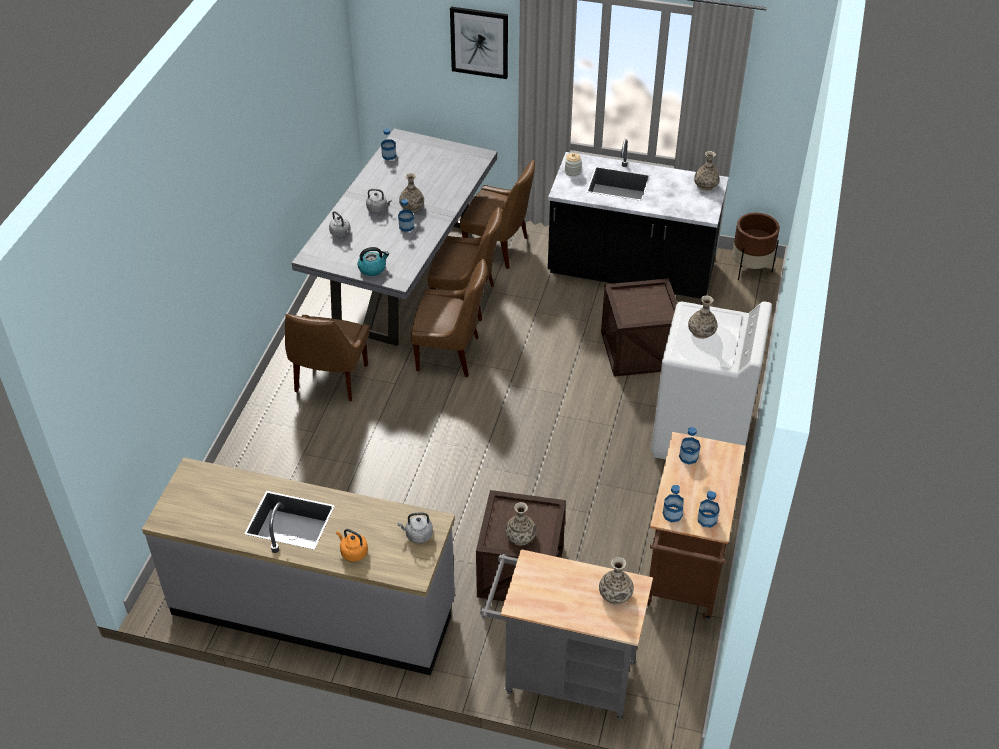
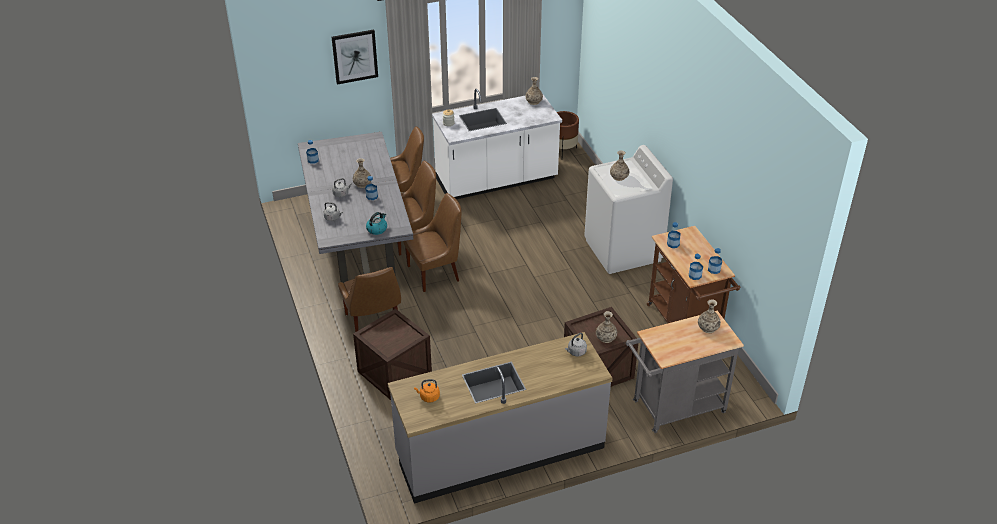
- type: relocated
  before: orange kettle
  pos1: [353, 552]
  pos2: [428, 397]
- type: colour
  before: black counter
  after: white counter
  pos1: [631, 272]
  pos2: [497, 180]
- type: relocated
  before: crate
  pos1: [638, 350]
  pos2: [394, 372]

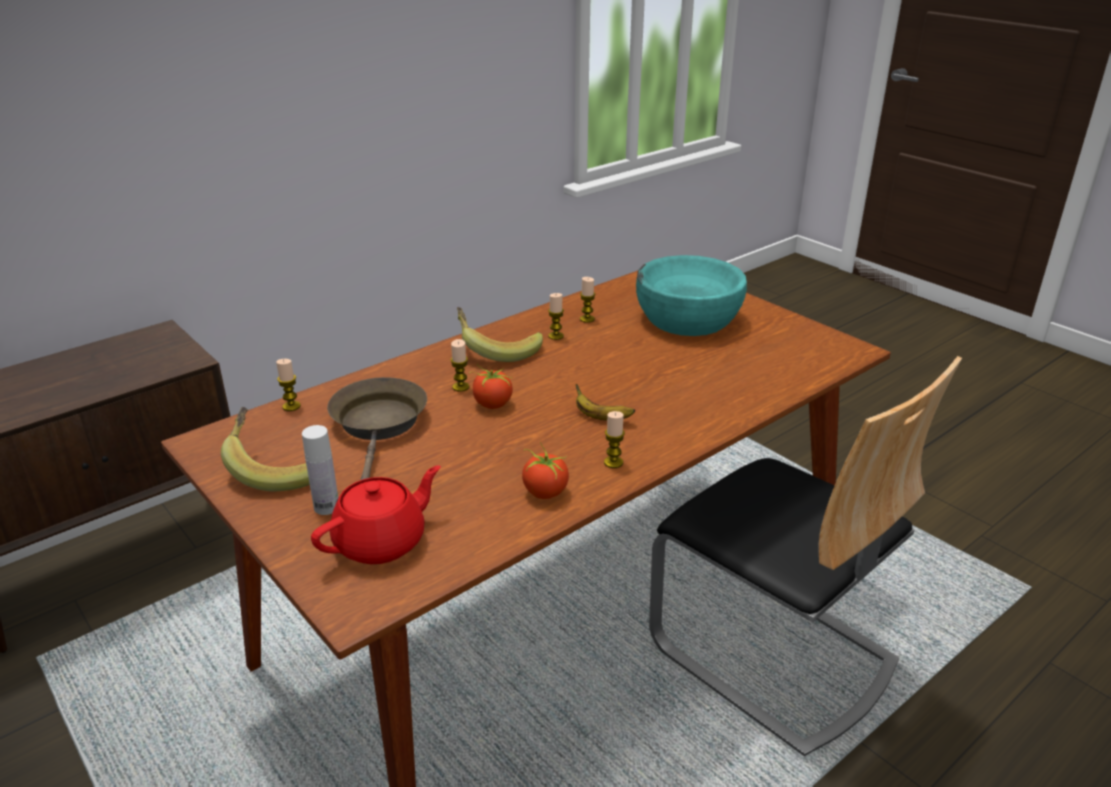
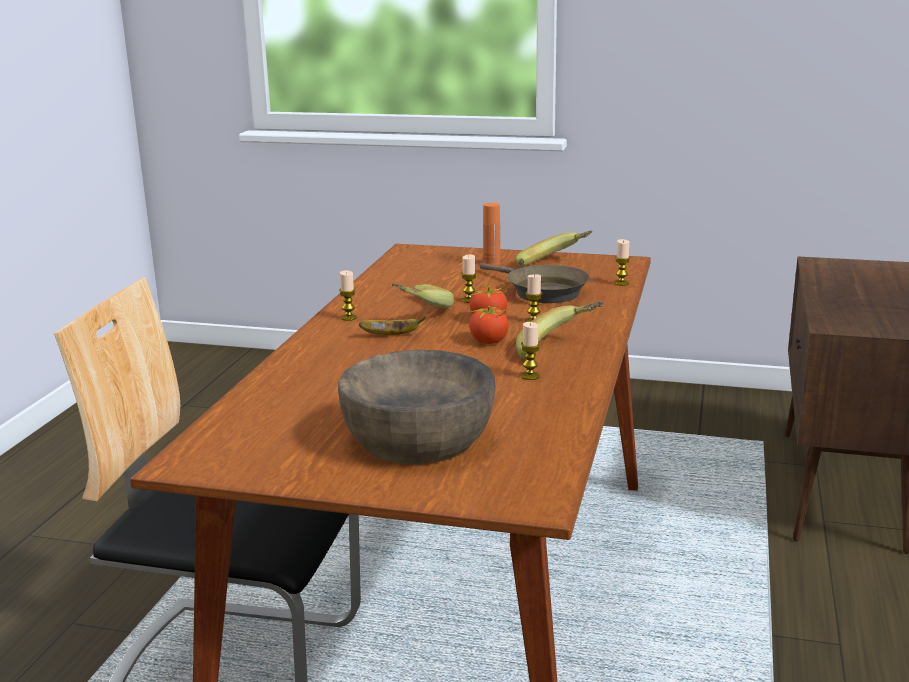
- type: colour
  before: white bottle
  after: orange bottle
  pos1: [326, 507]
  pos2: [491, 263]
- type: missing
  before: red teapot
  pos1: [382, 542]
- type: relocated
  before: tomato
  pos1: [545, 492]
  pos2: [489, 341]
- type: relocated
  before: candle
  pos1: [587, 319]
  pos2: [469, 300]
- type: colour
  before: turquoise bowl
  after: brown bowl
  pos1: [687, 318]
  pos2: [418, 438]
- type: appeared
  after: banana
  pos2: [417, 311]

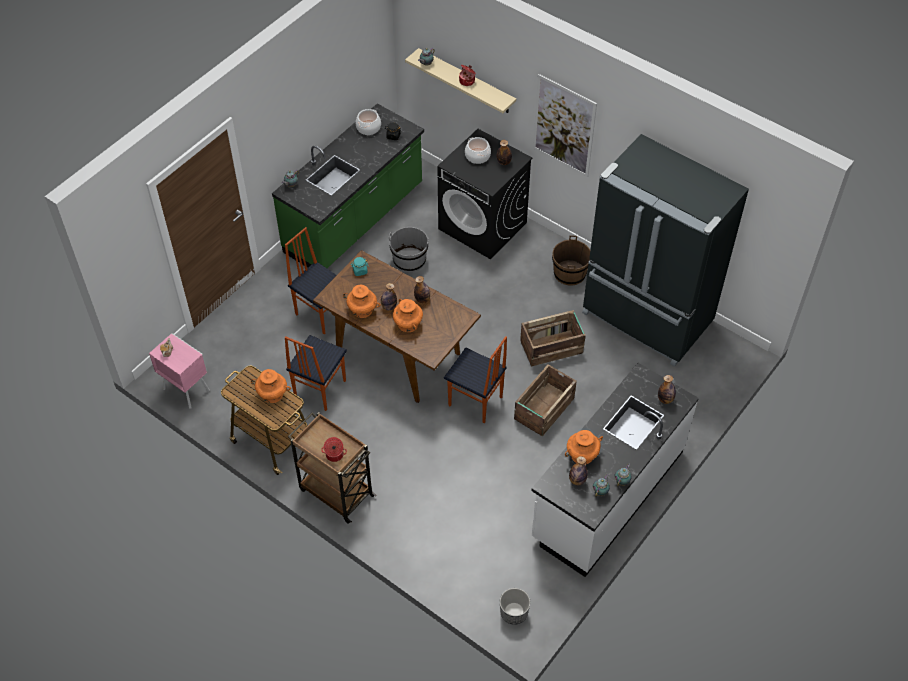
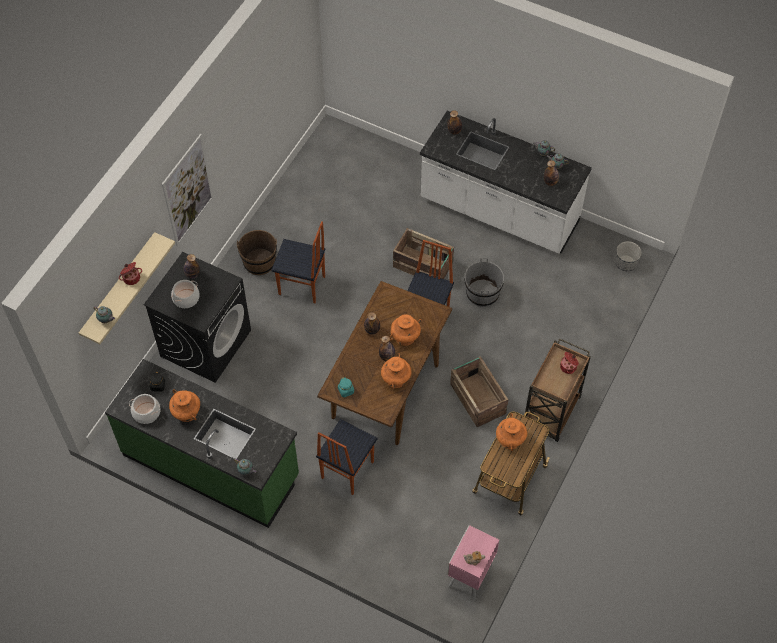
- type: relocated
  before: chair
  pos1: [319, 389]
  pos2: [302, 286]
- type: relocated
  before: grey bucket
  pos1: [409, 260]
  pos2: [482, 293]
- type: relocated
  before: crate
  pos1: [552, 347]
  pos2: [477, 398]
- type: relocated
  before: orange vase
  pos1: [582, 455]
  pos2: [186, 412]
- type: missing
  before: black fridge
  pos1: [646, 319]

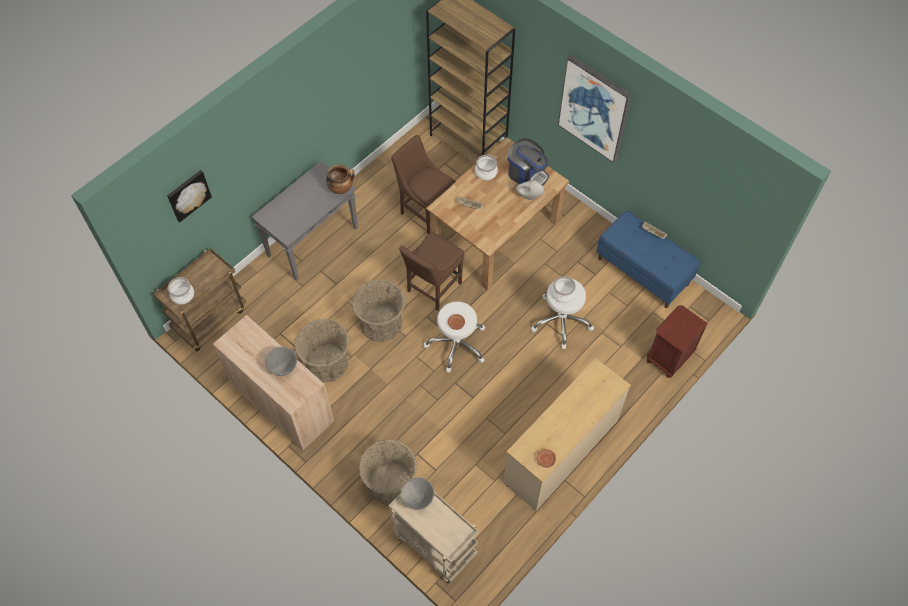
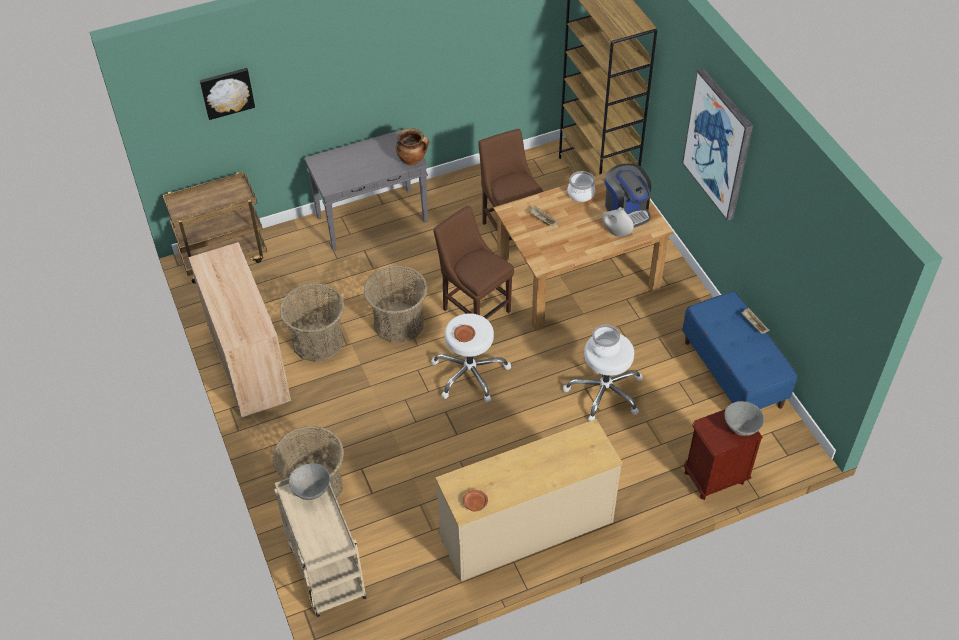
- type: missing
  before: cooking pot
  pos1: [183, 295]
- type: relocated
  before: grey bowl
  pos1: [283, 367]
  pos2: [741, 428]
- type: spun
  before: brown chair
  pos1: [432, 289]
  pos2: [474, 308]
  turn: 75

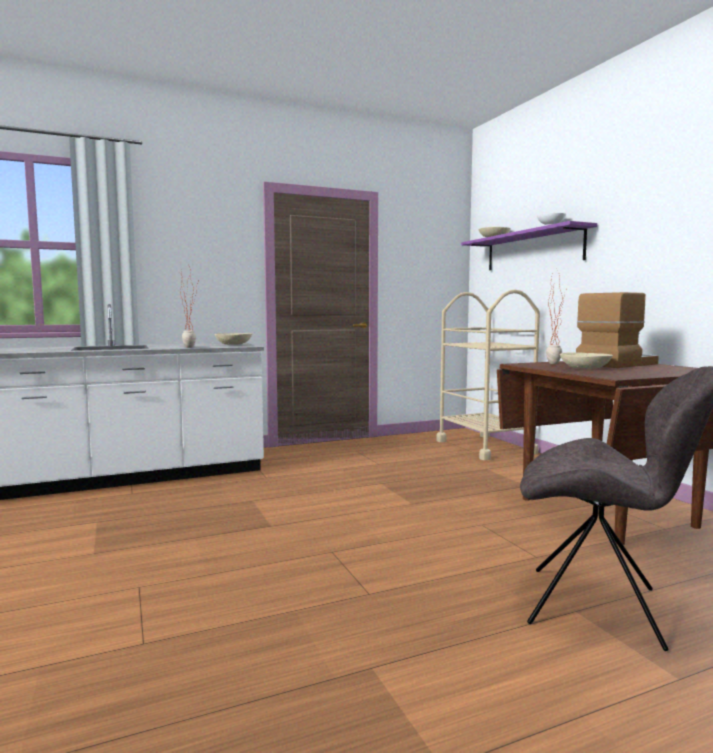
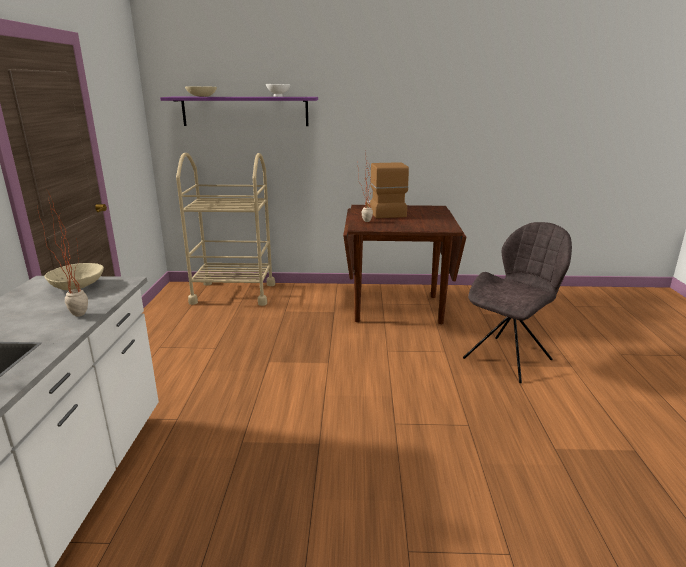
- type: missing
  before: beige bowl
  pos1: [586, 368]

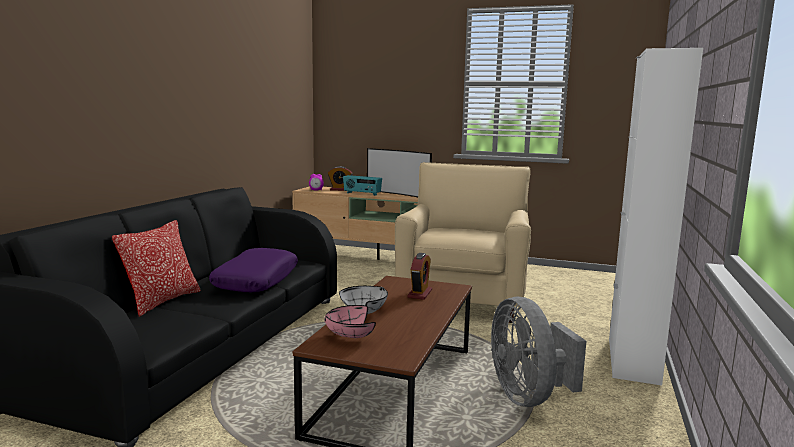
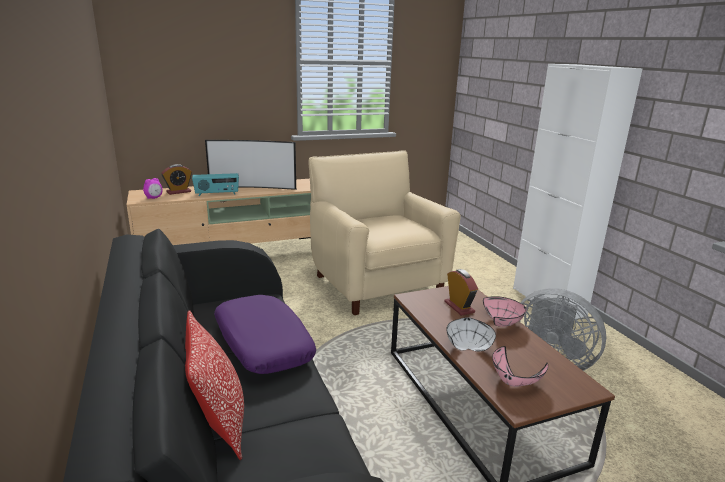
- type: appeared
  after: pink bowl
  pos2: [504, 323]

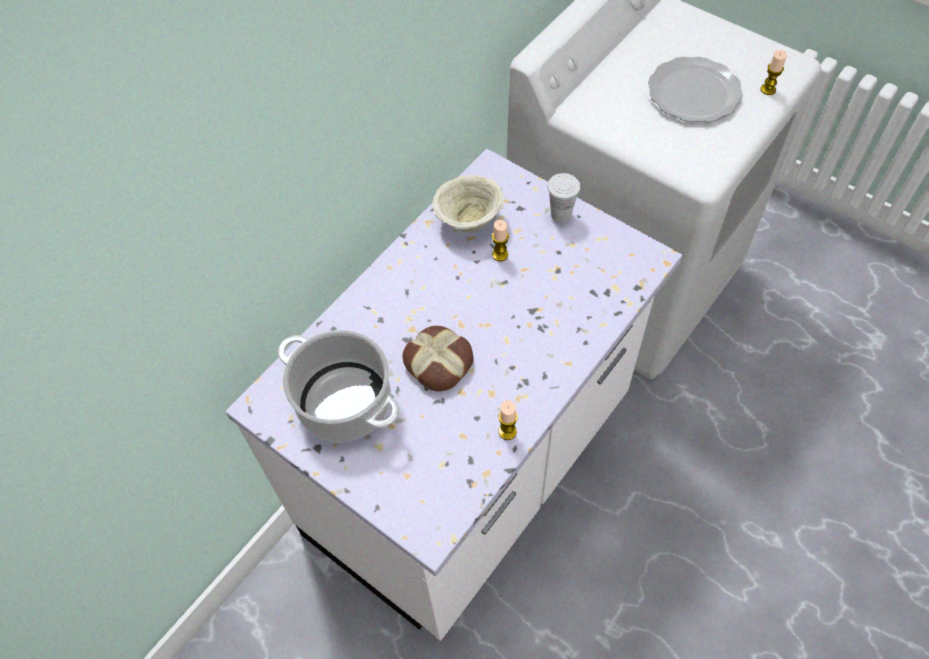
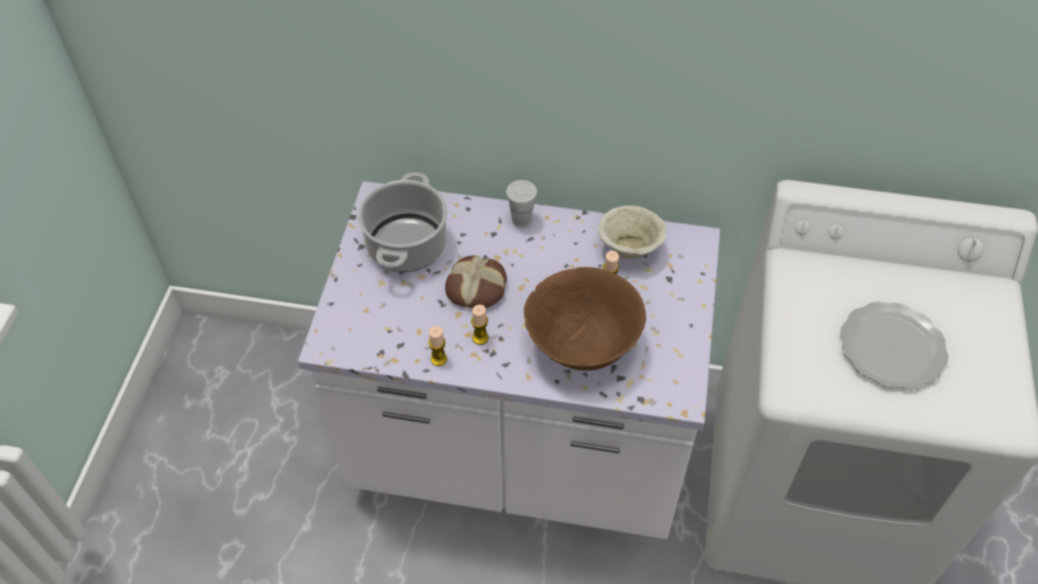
- type: relocated
  before: white cup
  pos1: [561, 215]
  pos2: [521, 219]
- type: relocated
  before: candle
  pos1: [768, 89]
  pos2: [480, 338]
- type: appeared
  after: brown bowl
  pos2: [582, 346]

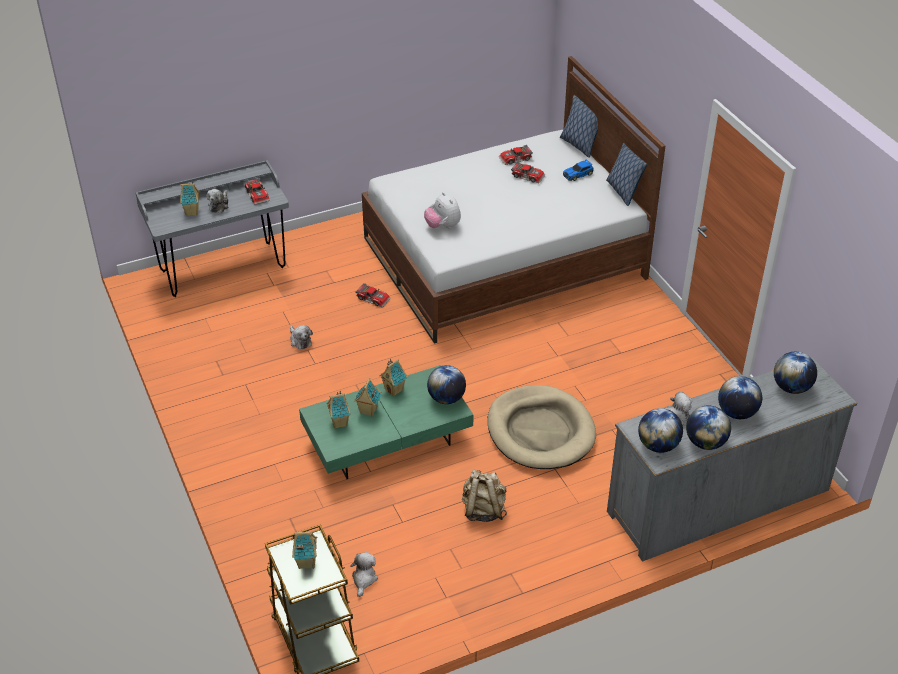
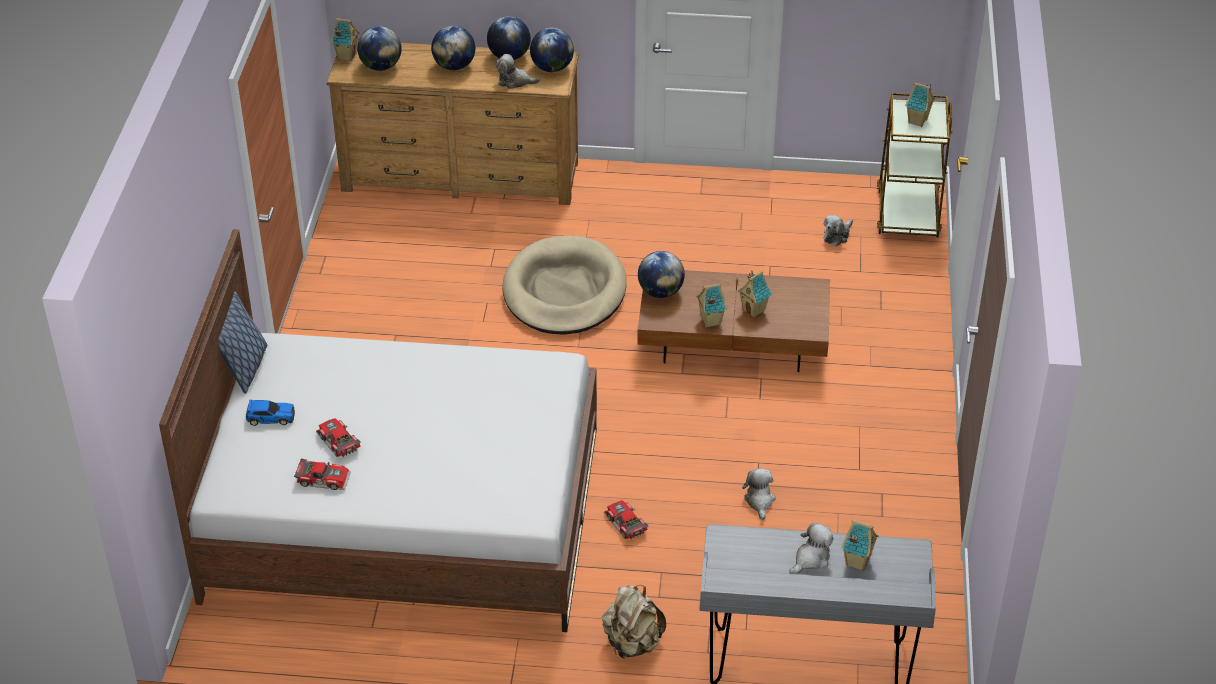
- type: missing
  before: toy car
  pos1: [258, 195]
- type: colour
  before: green coffee table
  after: brown coffee table
  pos1: [387, 440]
  pos2: [732, 343]
- type: relocated
  before: toy house
  pos1: [340, 423]
  pos2: [346, 56]
- type: missing
  before: plush toy
  pos1: [443, 226]
- type: relocated
  before: beige backpack
  pos1: [483, 510]
  pos2: [632, 643]
- type: missing
  before: pillow
  pos1: [579, 145]
- type: colour
  before: grey dresser
  after: brown dresser
  pos1: [718, 501]
  pos2: [460, 176]

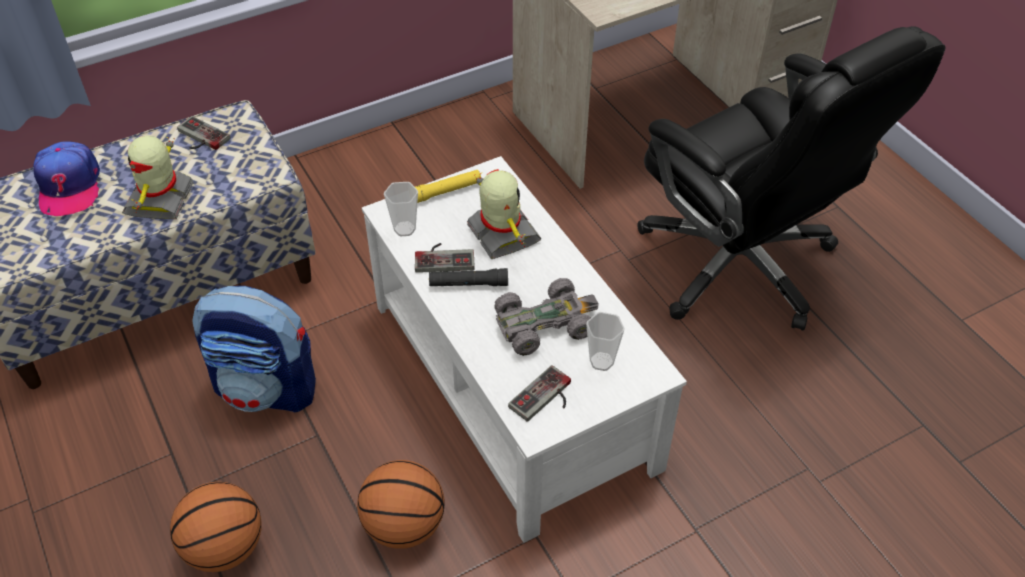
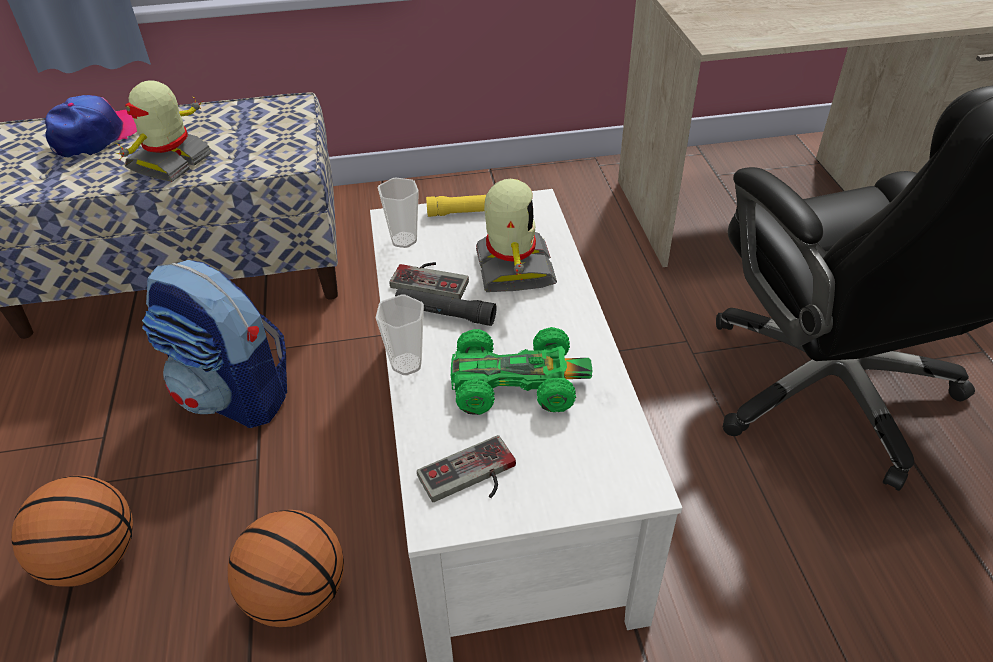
- type: spun
  before: cap
  pos1: [69, 186]
  pos2: [97, 135]
  turn: -150
- type: missing
  before: game controller
  pos1: [199, 138]
- type: colour
  before: grey toy car
  after: green toy car
  pos1: [545, 323]
  pos2: [517, 382]
- type: relocated
  before: cup
  pos1: [601, 361]
  pos2: [406, 364]

